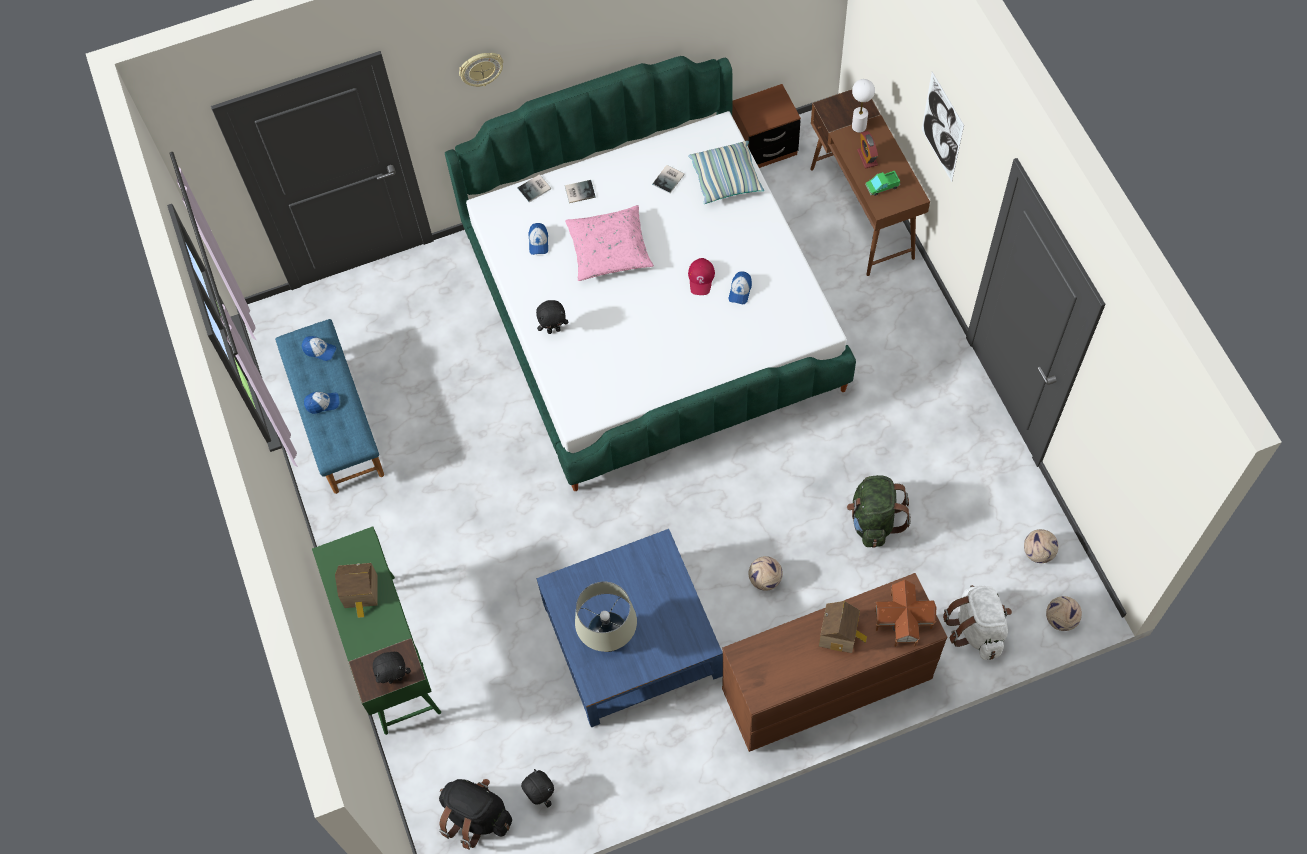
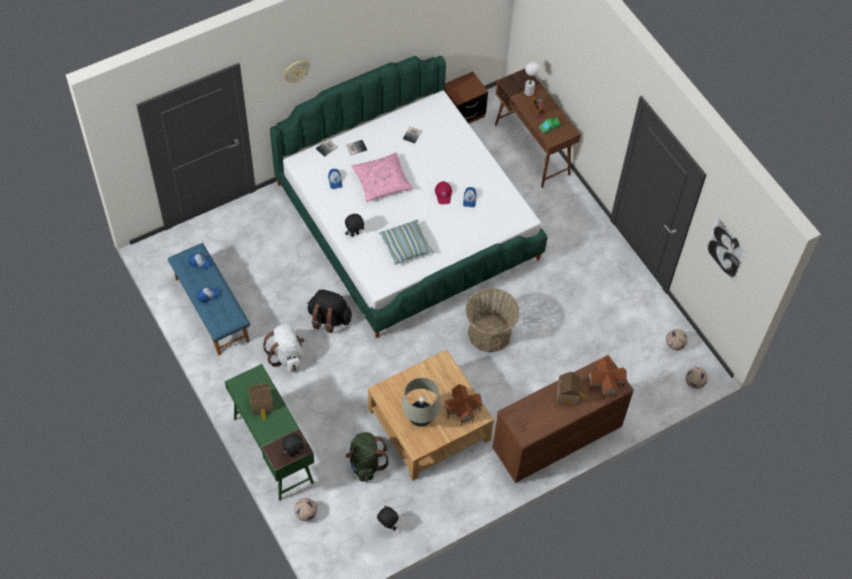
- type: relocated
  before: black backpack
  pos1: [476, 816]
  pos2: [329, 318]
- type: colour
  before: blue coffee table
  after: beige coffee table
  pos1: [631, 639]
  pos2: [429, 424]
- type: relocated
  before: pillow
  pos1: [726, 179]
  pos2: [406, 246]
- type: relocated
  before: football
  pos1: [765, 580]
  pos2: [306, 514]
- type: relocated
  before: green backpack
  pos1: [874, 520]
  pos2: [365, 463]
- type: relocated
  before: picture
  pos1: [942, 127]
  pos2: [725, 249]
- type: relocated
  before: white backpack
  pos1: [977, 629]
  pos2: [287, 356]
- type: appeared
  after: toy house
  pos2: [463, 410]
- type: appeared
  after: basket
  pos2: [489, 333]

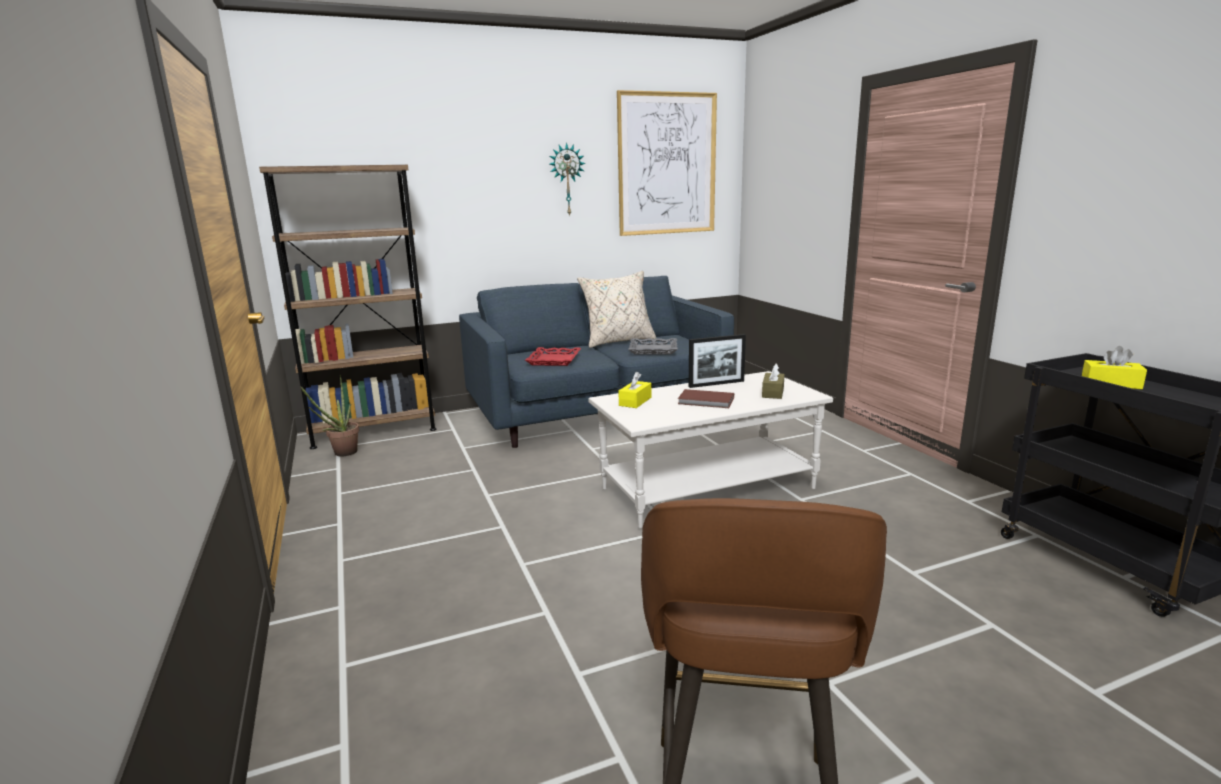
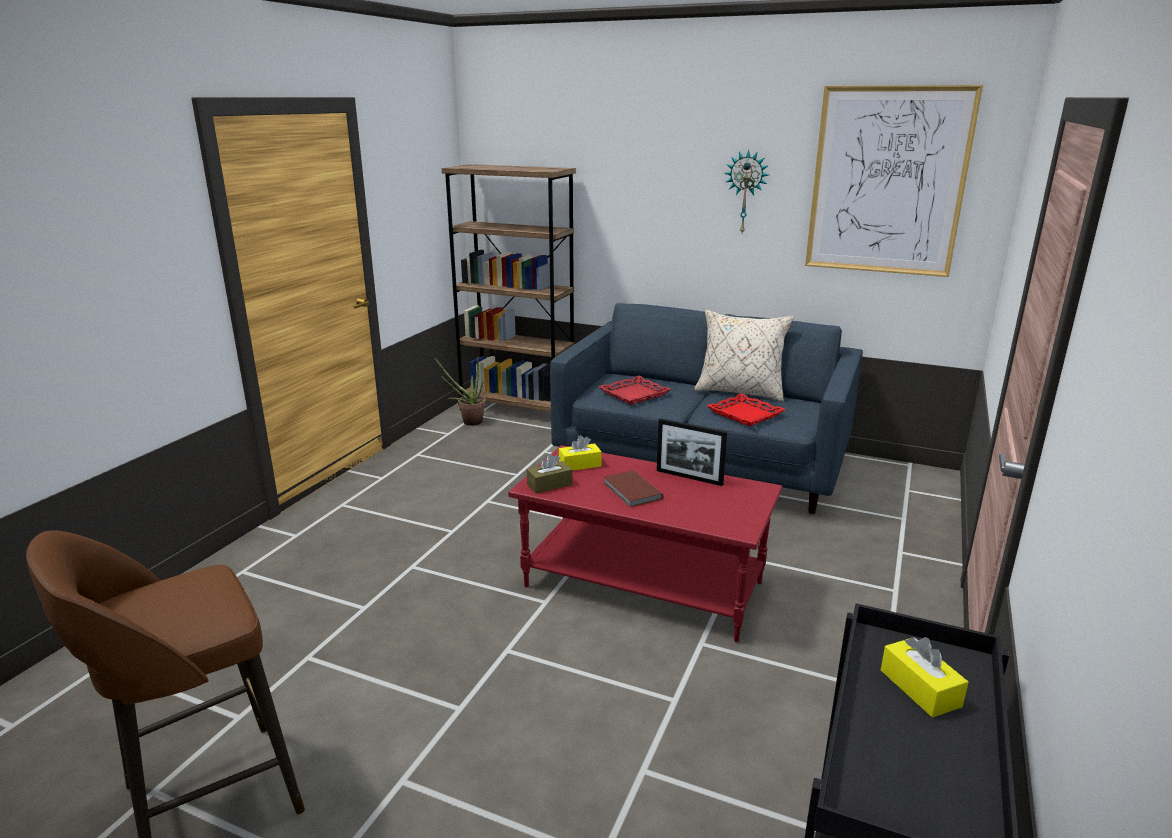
- type: colour
  before: white coffee table
  after: red coffee table
  pos1: [707, 487]
  pos2: [644, 584]
- type: colour
  before: grey tray
  after: red tray
  pos1: [653, 350]
  pos2: [745, 414]
- type: relocated
  before: brown tissue box
  pos1: [773, 393]
  pos2: [549, 485]

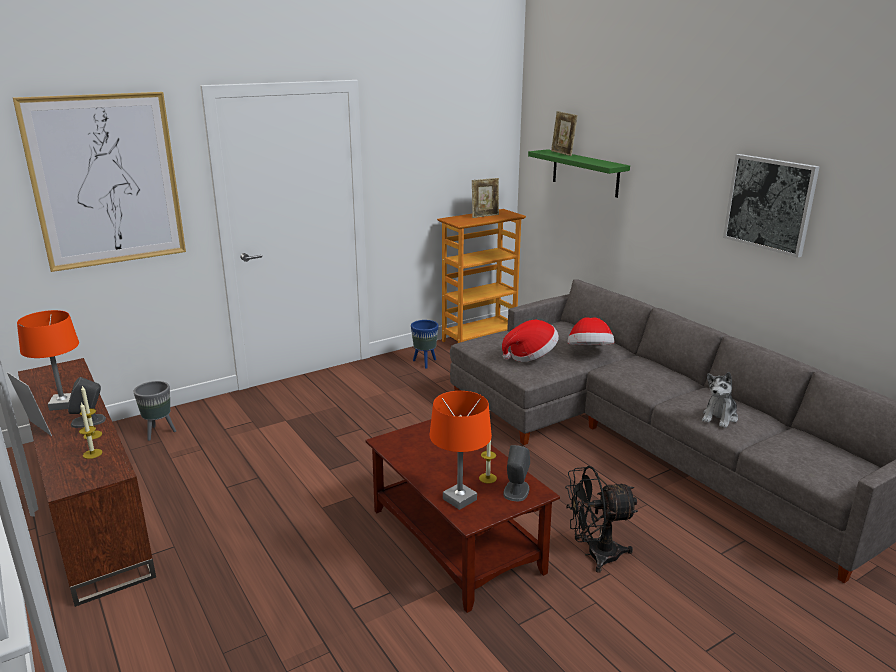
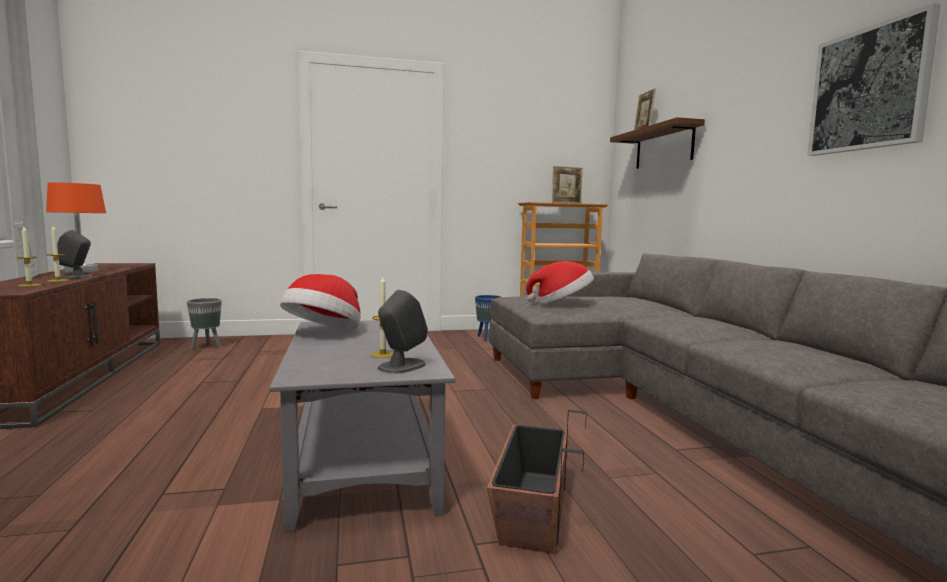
- type: missing
  before: picture
  pos1: [106, 181]
- type: colour
  before: brown coffee table
  after: grey coffee table
  pos1: [457, 541]
  pos2: [364, 459]
- type: missing
  before: orange table lamp
  pos1: [459, 499]
- type: colour
  before: green shelf
  after: brown shelf
  pos1: [585, 173]
  pos2: [664, 147]
- type: exchanged
  before: black fan
  after: planter
  pos1: [594, 554]
  pos2: [532, 509]
- type: relocated
  before: hat
  pos1: [589, 352]
  pos2: [324, 333]
- type: missing
  before: plush toy
  pos1: [719, 417]

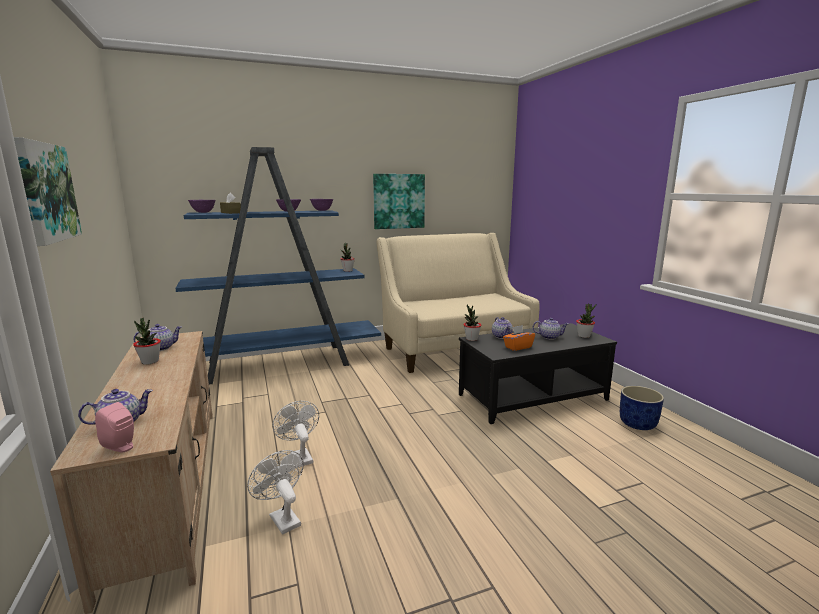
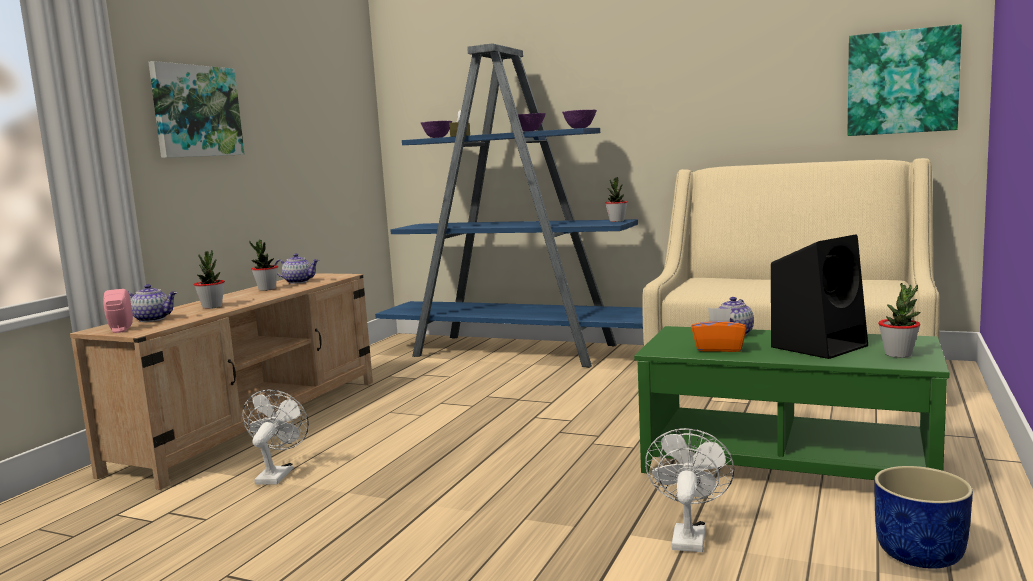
- type: relocated
  before: white fan
  pos1: [299, 456]
  pos2: [688, 535]
- type: relocated
  before: picture
  pos1: [398, 201]
  pos2: [902, 82]
- type: colour
  before: black coffee table
  after: green coffee table
  pos1: [531, 396]
  pos2: [787, 462]
- type: relocated
  before: potted plant
  pos1: [471, 339]
  pos2: [212, 307]
- type: exchanged
  before: teapot
  after: black speaker
  pos1: [549, 337]
  pos2: [819, 346]

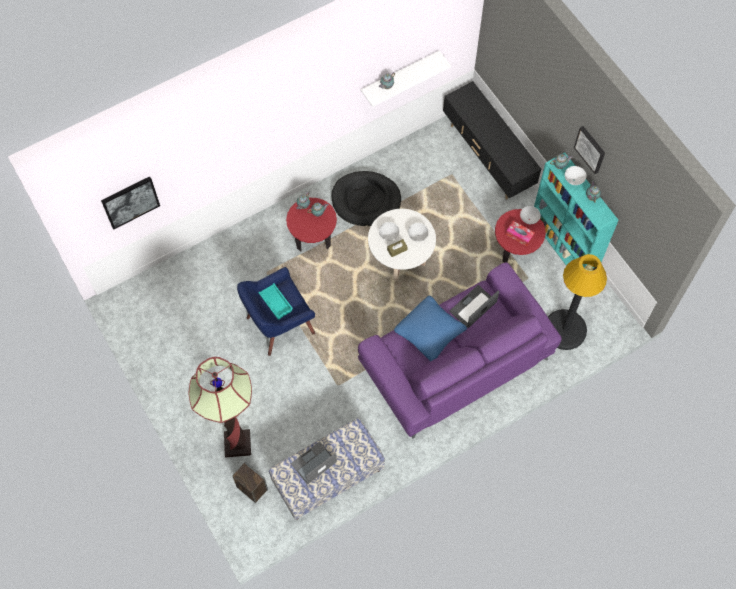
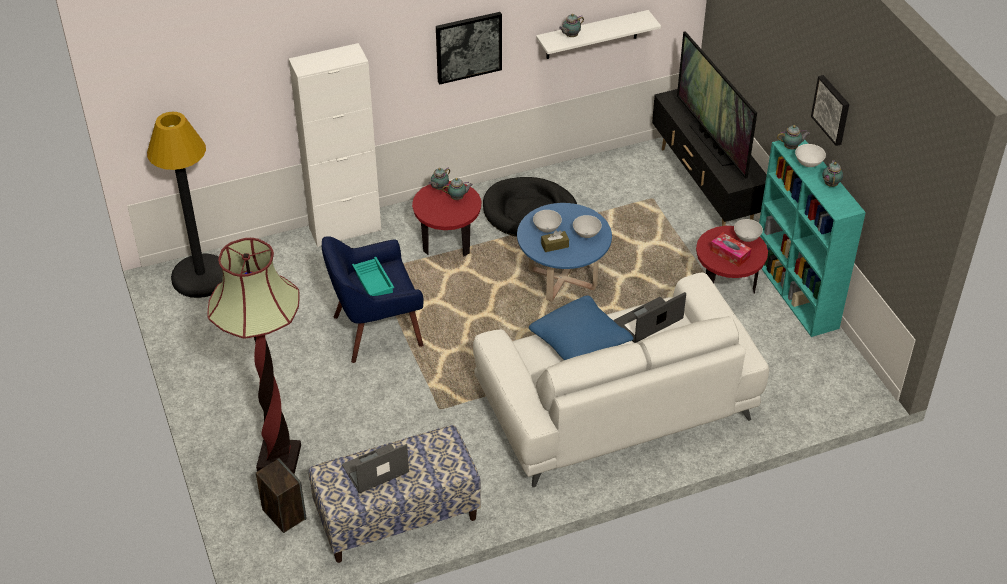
- type: relocated
  before: picture
  pos1: [130, 201]
  pos2: [468, 47]
- type: colour
  before: purple sofa
  after: white sofa
  pos1: [455, 361]
  pos2: [615, 404]
- type: colour
  before: white coffee table
  after: blue coffee table
  pos1: [400, 258]
  pos2: [562, 279]
- type: relocated
  before: black floor lamp
  pos1: [564, 330]
  pos2: [201, 277]
- type: appeared
  after: white cabinet
  pos2: [345, 229]
- type: appeared
  after: television
  pos2: [712, 143]

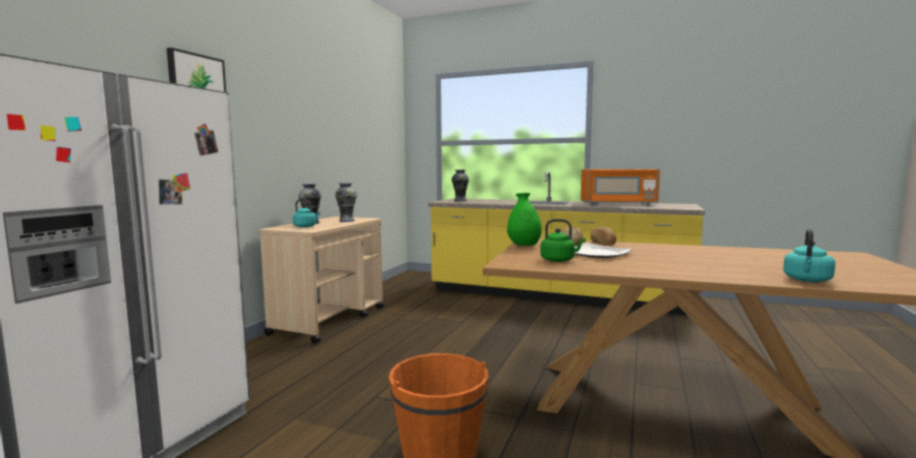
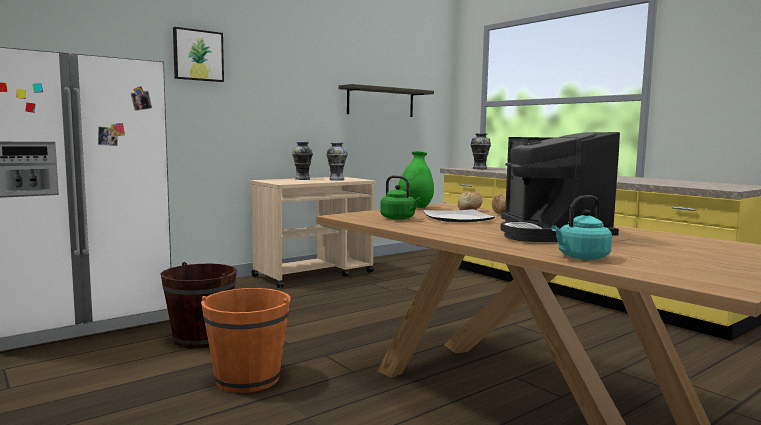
- type: missing
  before: turquoise kettle
  pos1: [306, 226]
- type: missing
  before: orange microwave
  pos1: [618, 204]
- type: appeared
  after: brown bucket
  pos2: [201, 338]
- type: appeared
  after: shelf
  pos2: [381, 102]
- type: appeared
  after: coffee machine
  pos2: [550, 234]

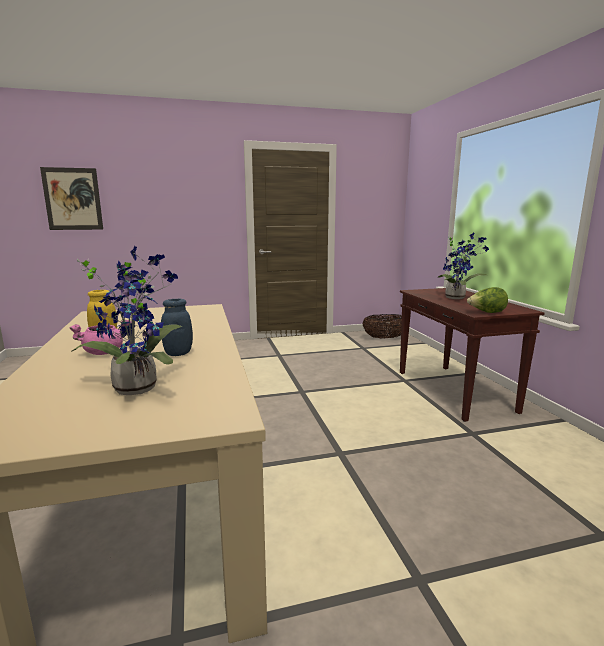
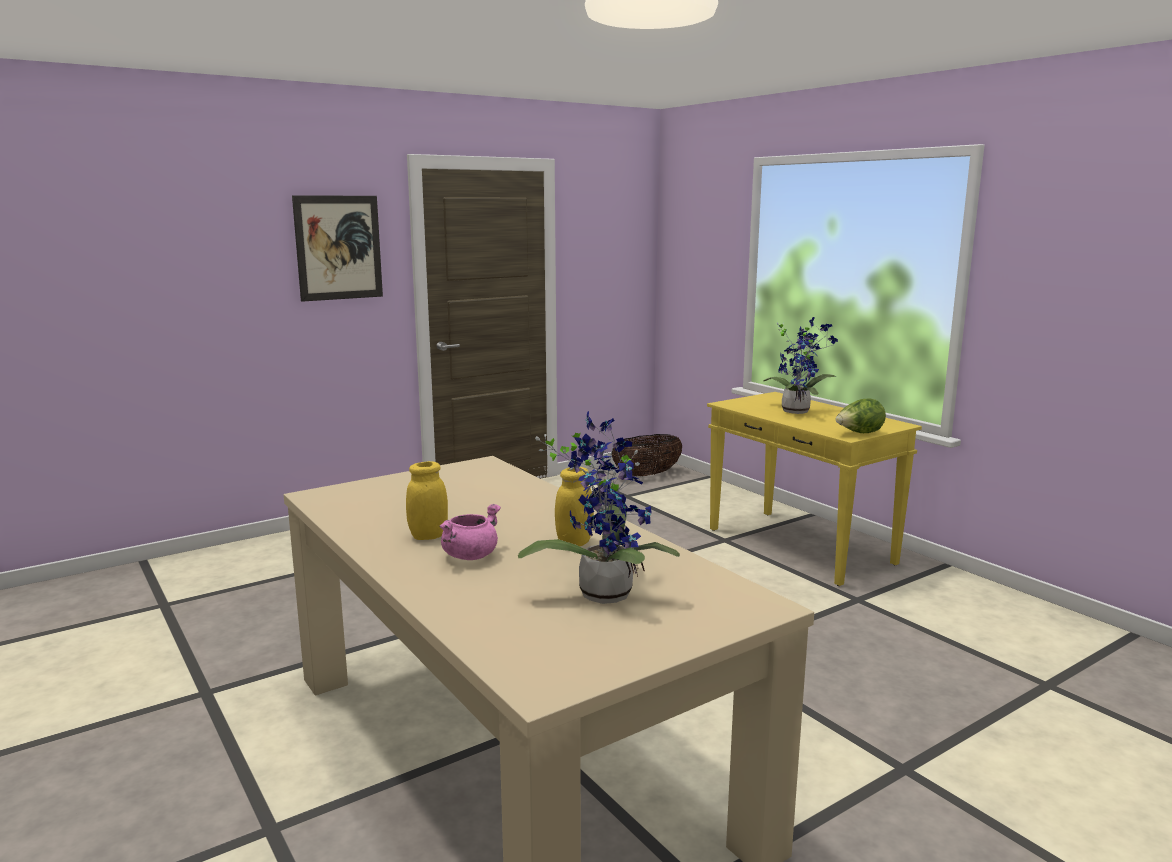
- type: relocated
  before: picture
  pos1: [72, 199]
  pos2: [338, 247]
- type: colour
  before: blue jar
  after: yellow jar
  pos1: [178, 353]
  pos2: [574, 542]
- type: colour
  before: brown console table
  after: yellow console table
  pos1: [455, 391]
  pos2: [801, 547]

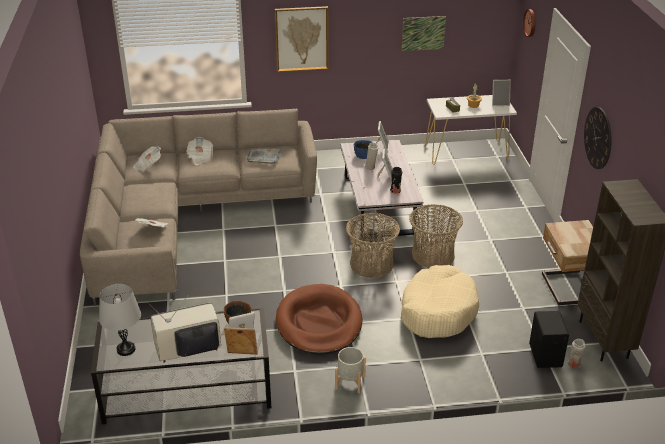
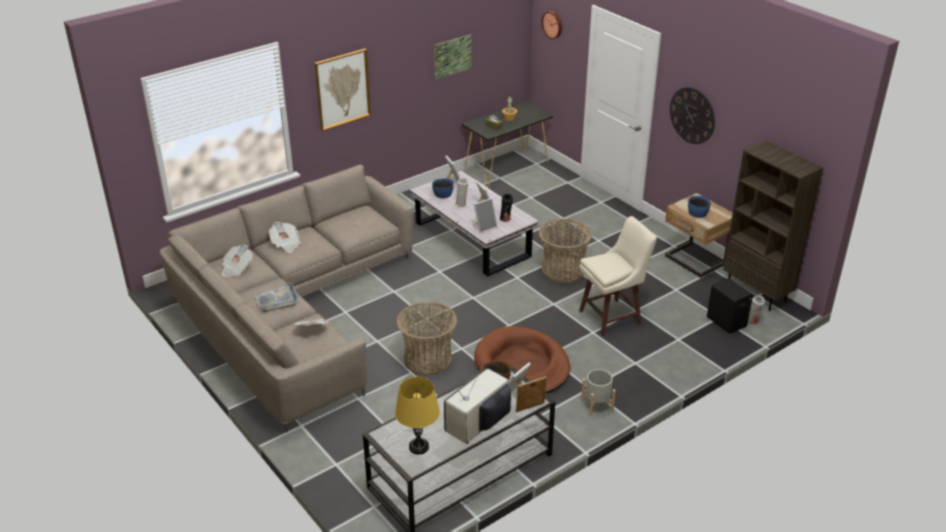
- type: colour
  before: grey table lamp
  after: yellow table lamp
  pos1: [126, 349]
  pos2: [419, 447]
- type: relocated
  before: grey tray
  pos1: [264, 157]
  pos2: [277, 300]
- type: relocated
  before: basket
  pos1: [371, 264]
  pos2: [428, 359]
- type: exchanged
  before: beige dog bed
  after: beige stool
  pos1: [437, 311]
  pos2: [611, 317]
- type: colour
  before: white console table
  after: black console table
  pos1: [466, 152]
  pos2: [506, 168]
- type: relocated
  before: picture frame
  pos1: [500, 103]
  pos2: [484, 227]
- type: appeared
  after: blue bowl
  pos2: [698, 213]

